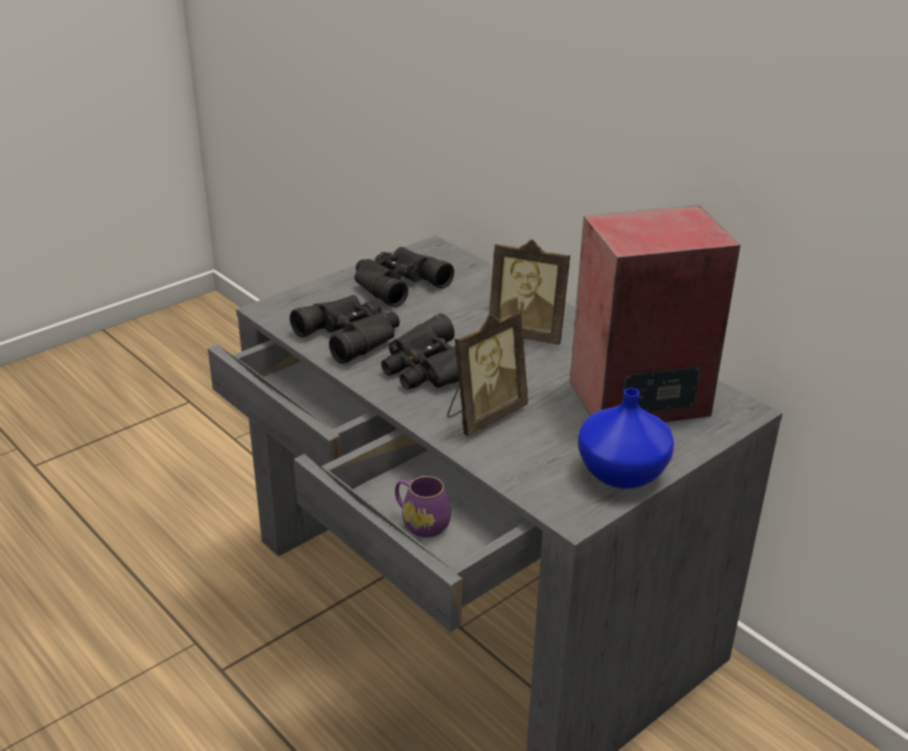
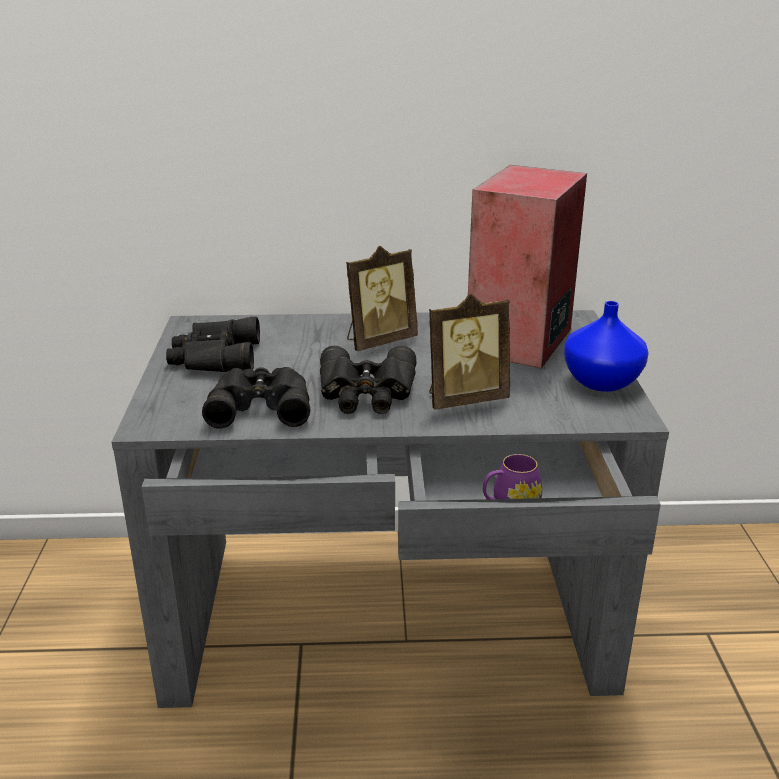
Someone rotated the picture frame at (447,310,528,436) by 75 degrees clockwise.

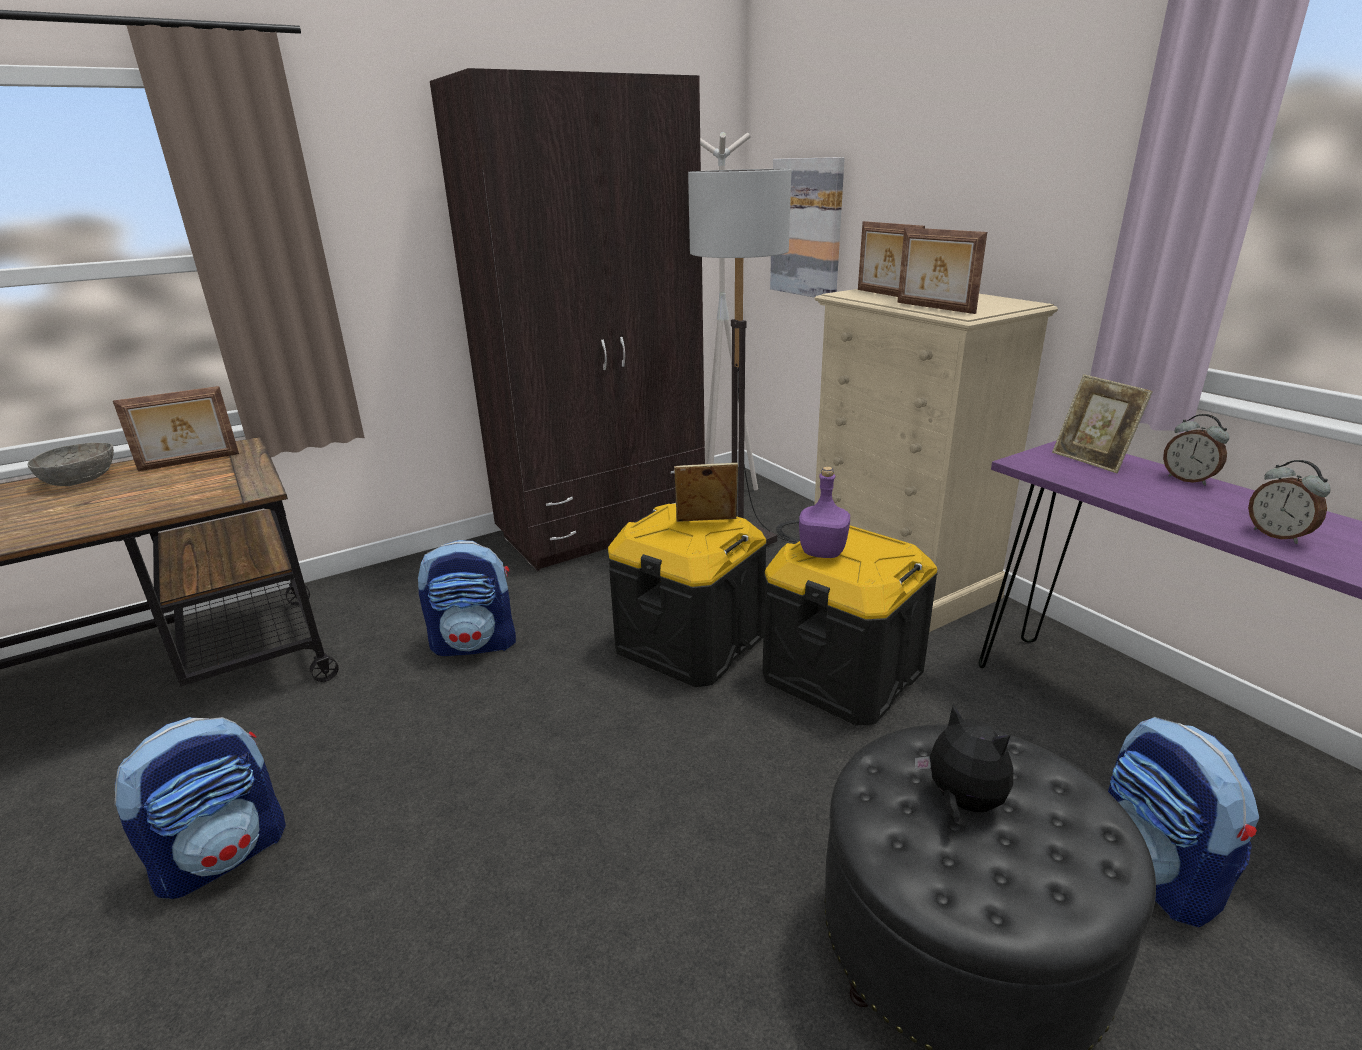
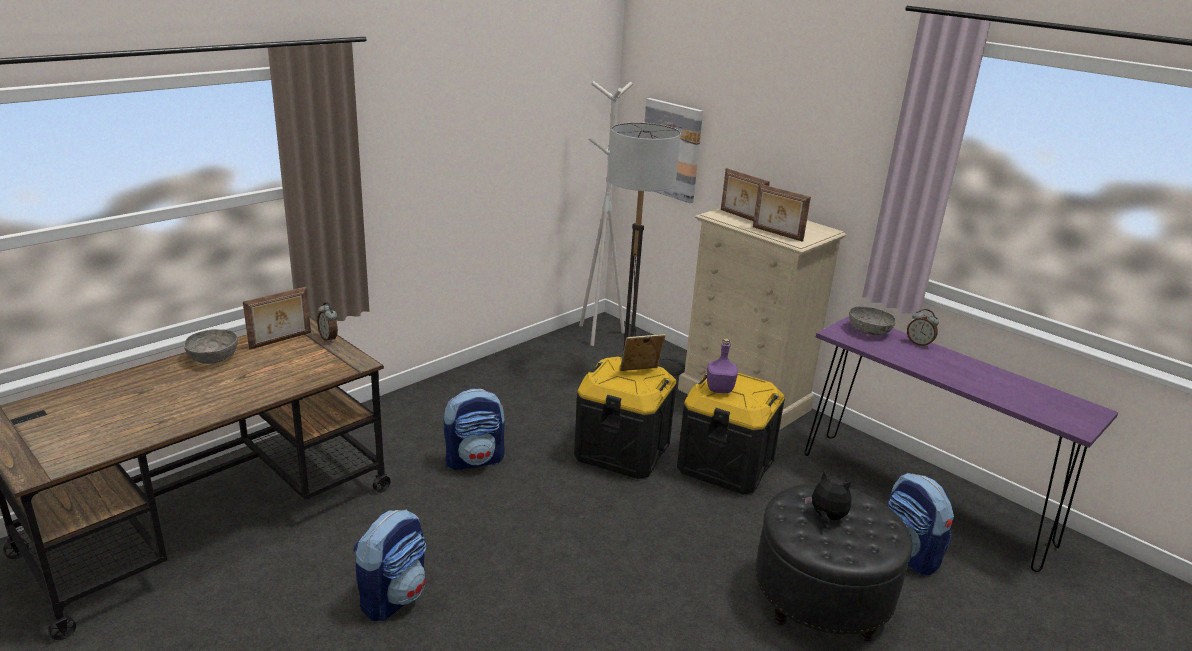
Someone took away the wardrobe in brown at (430,68,705,571). Someone swapped the picture frame at (1052,374,1153,473) for the bowl in grey at (849,306,896,335). Someone carried the alarm clock from (1248,460,1331,544) to (317,302,338,343).

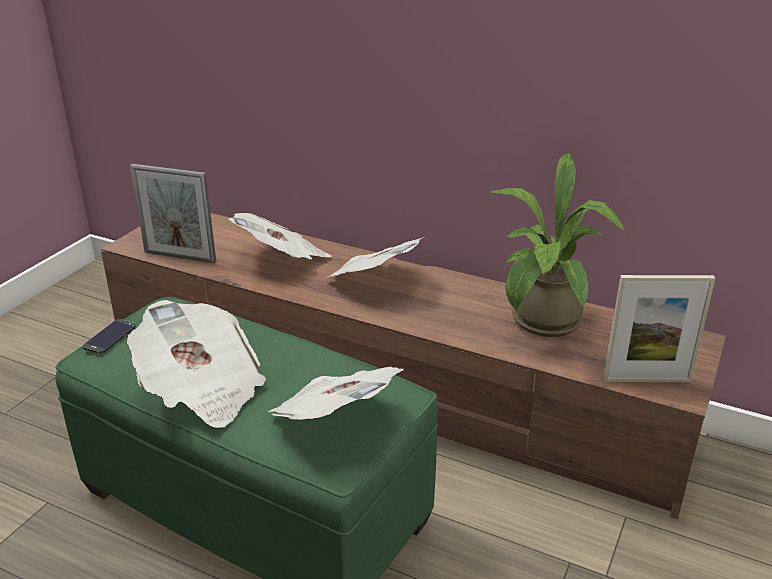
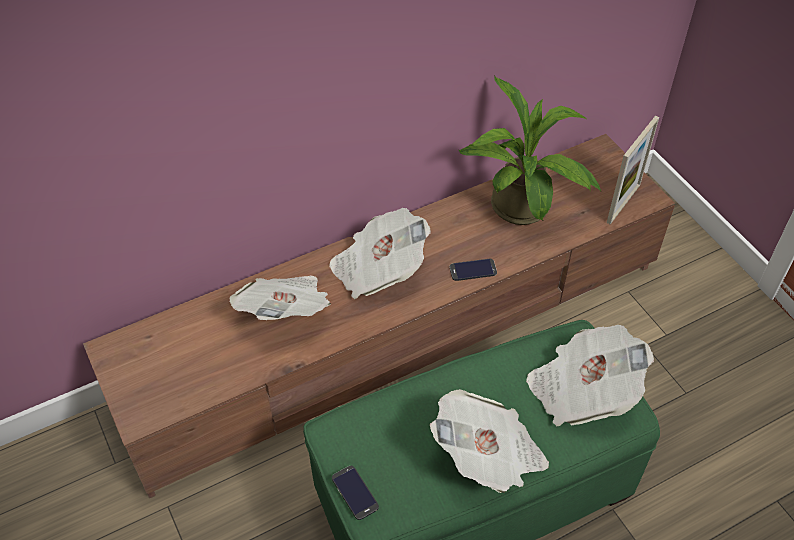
Someone took away the picture frame at (130,164,216,263). Someone put down the phone at (450,259,497,281).

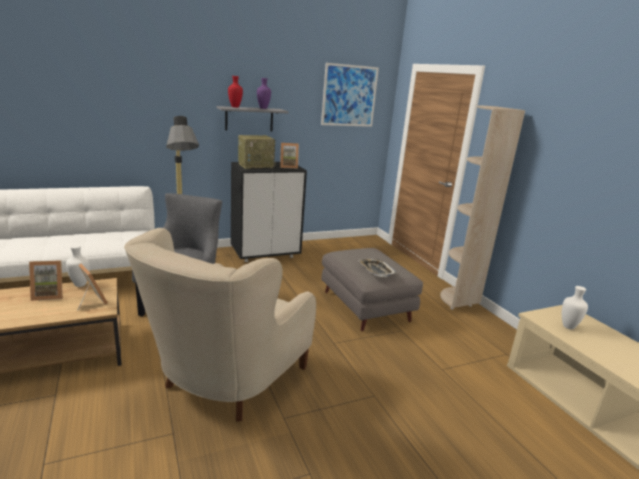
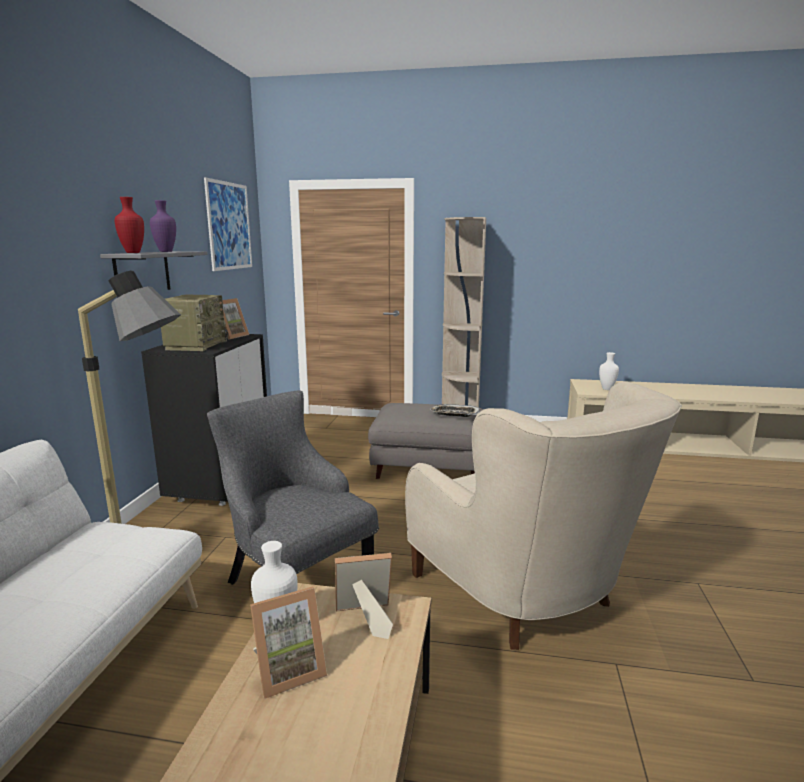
Someone rotated the picture frame at (29,260,63,301) by 45 degrees clockwise.

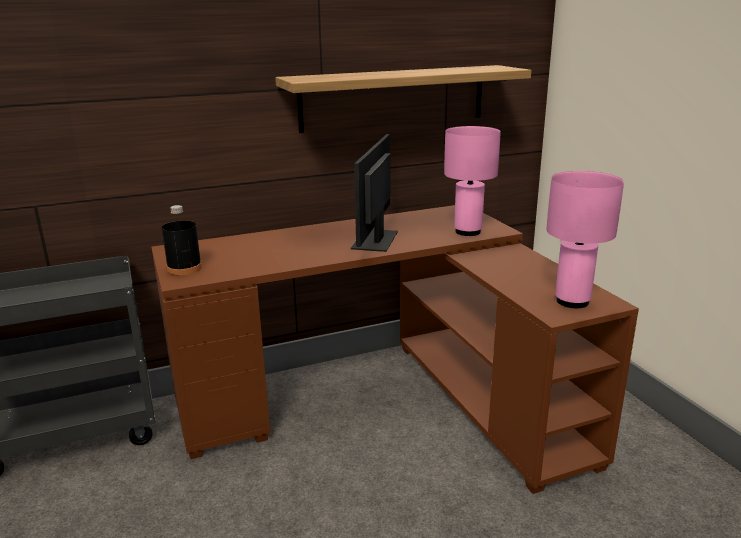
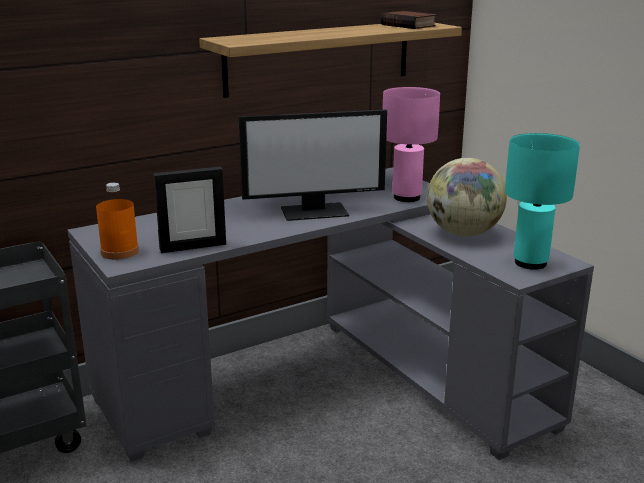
Someone repainted the desk in brown at (151,205,639,494), which became the desk in grey at (67,167,594,462). Someone repainted the bottle in black at (162,205,202,275), which became the bottle in orange at (96,183,139,260). Someone rotated the monitor at (350,134,398,252) by 105 degrees counterclockwise. Someone repainted the table lamp in pink at (547,171,624,308), which became the table lamp in turquoise at (505,133,580,270). Someone put down the picture frame at (153,167,226,253). Someone put down the book at (381,11,436,29). Someone put down the globe at (427,158,507,236).

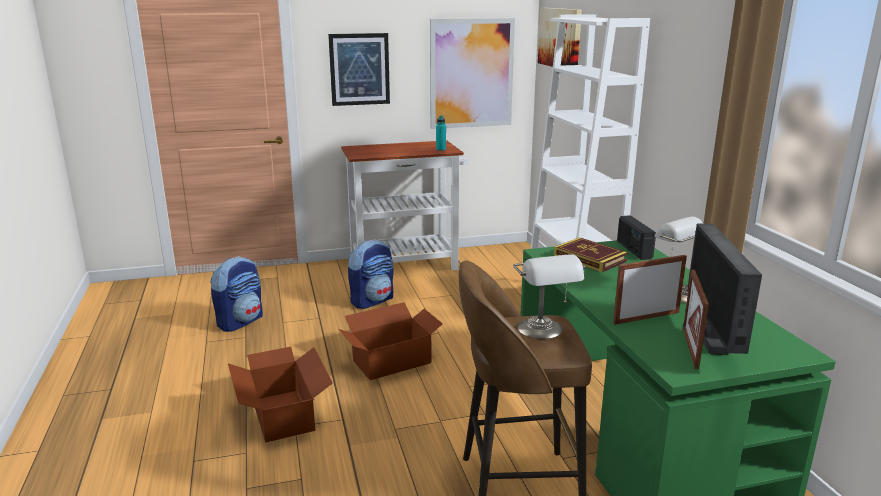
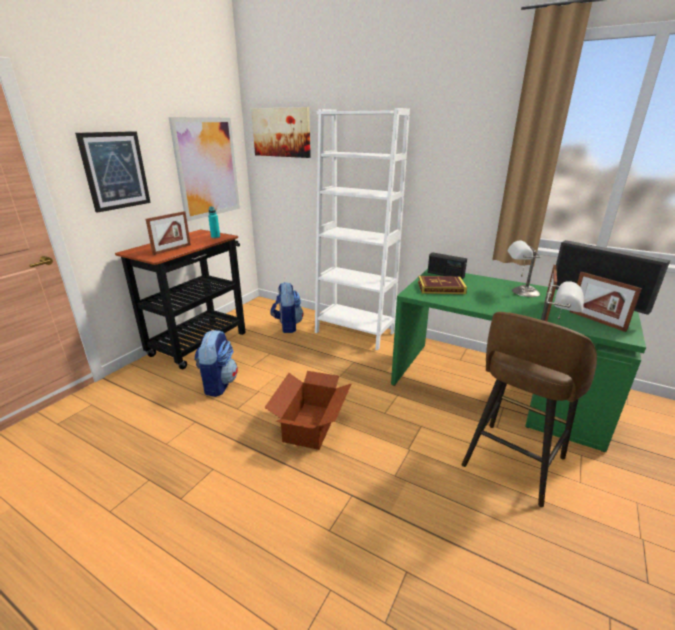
Someone carried the backpack from (210,256,263,332) to (270,282,303,333). Someone took away the cardboard box at (228,347,333,443). Someone repainted the cart in white at (341,141,469,271), which became the cart in black at (115,230,246,369). Someone put down the picture frame at (146,211,191,255).

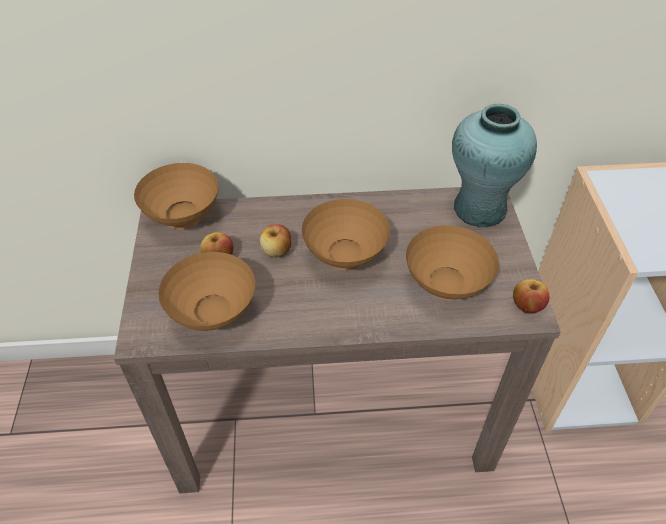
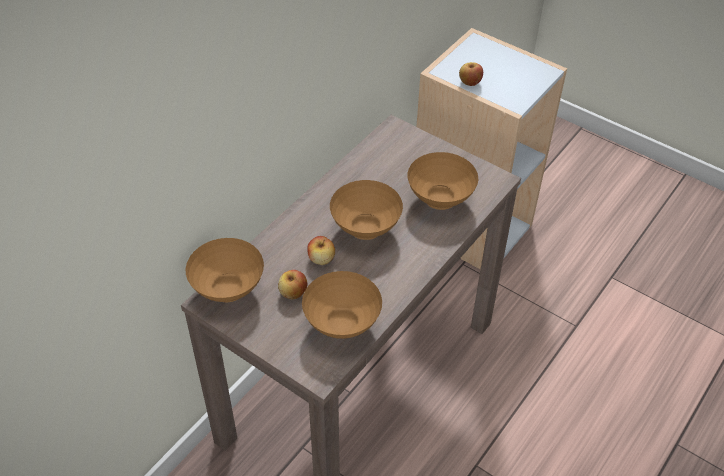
Someone took away the vase in turquoise at (452,104,537,228). Someone carried the apple from (513,279,549,314) to (459,62,483,86).

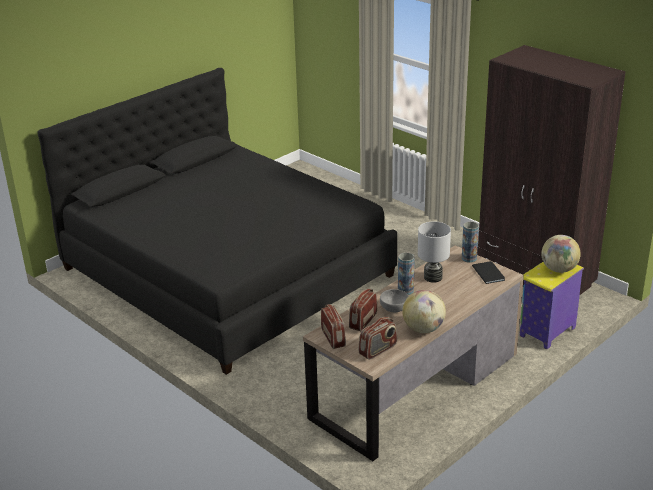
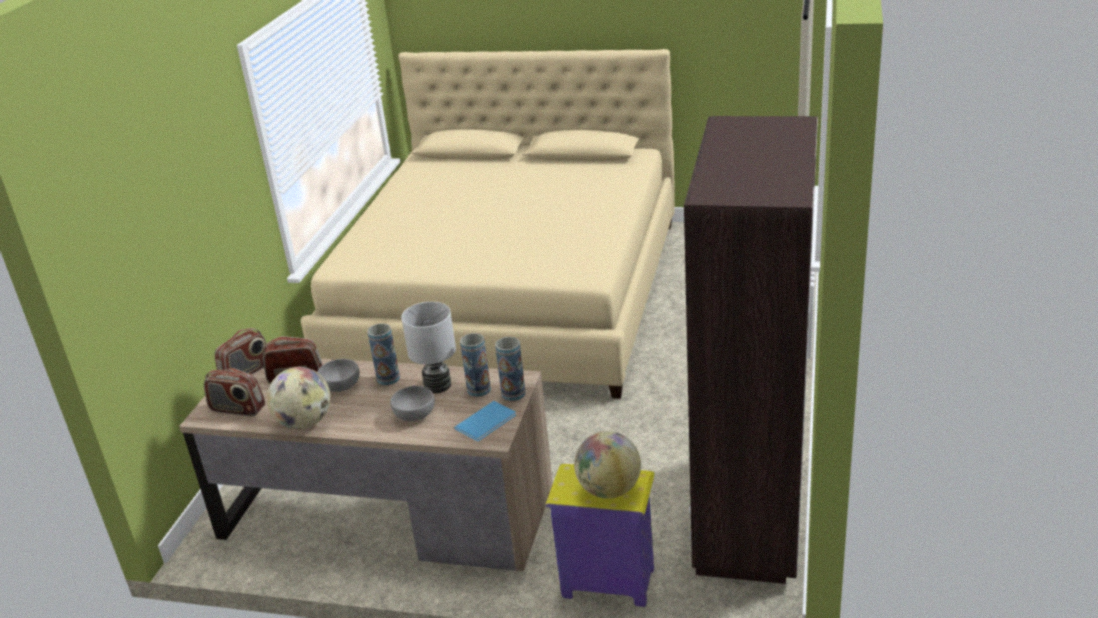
Someone repainted the bed in black at (38,68,397,375), which became the bed in beige at (301,49,675,399). Someone repainted the book in black at (472,261,505,284), which became the book in blue at (454,401,516,442). Someone put down the bowl in grey at (390,386,435,421). Someone put down the vase at (460,333,491,397).

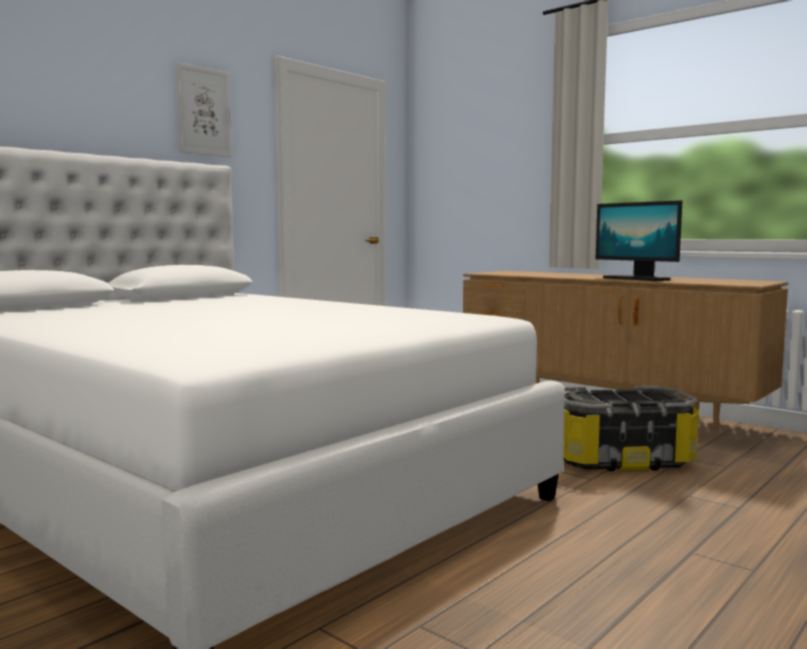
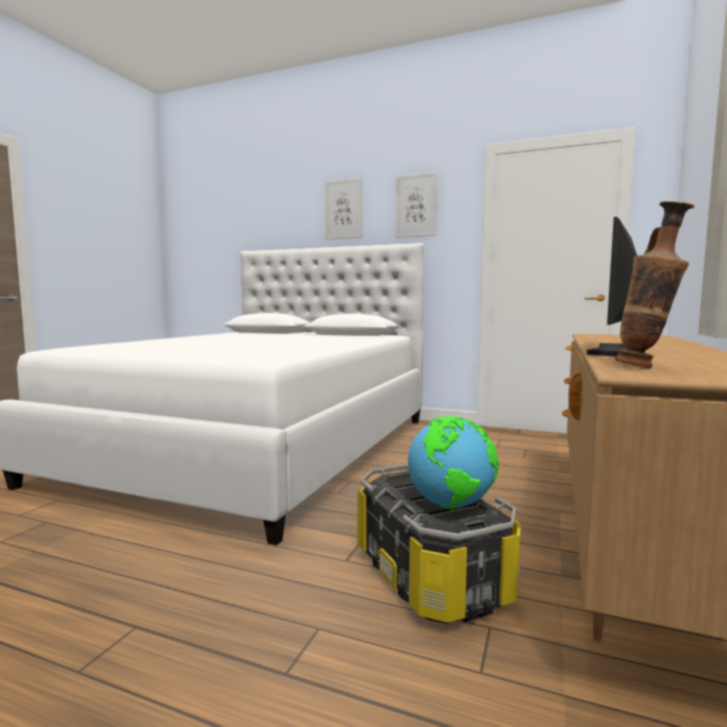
Someone put up the picture at (325,178,362,240). Someone put down the globe at (408,416,499,510). Someone put down the vase at (615,201,695,368).

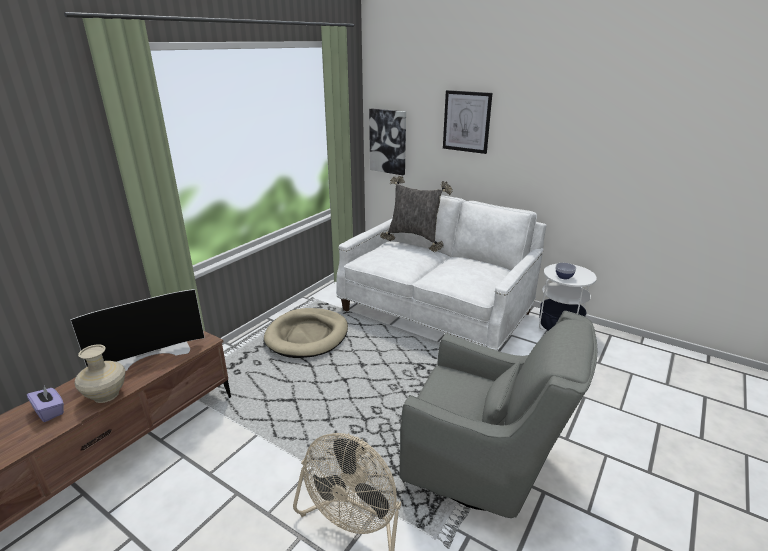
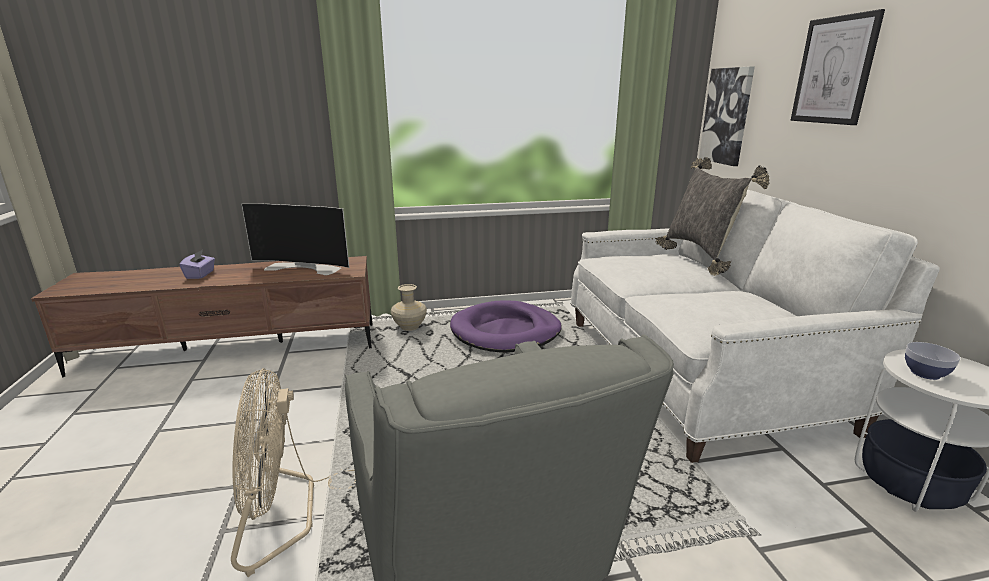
Someone carried the vase in beige from (74,344,125,403) to (391,284,427,331). Someone repainted the dog bed in beige at (264,308,348,358), which became the dog bed in purple at (450,300,562,352).

